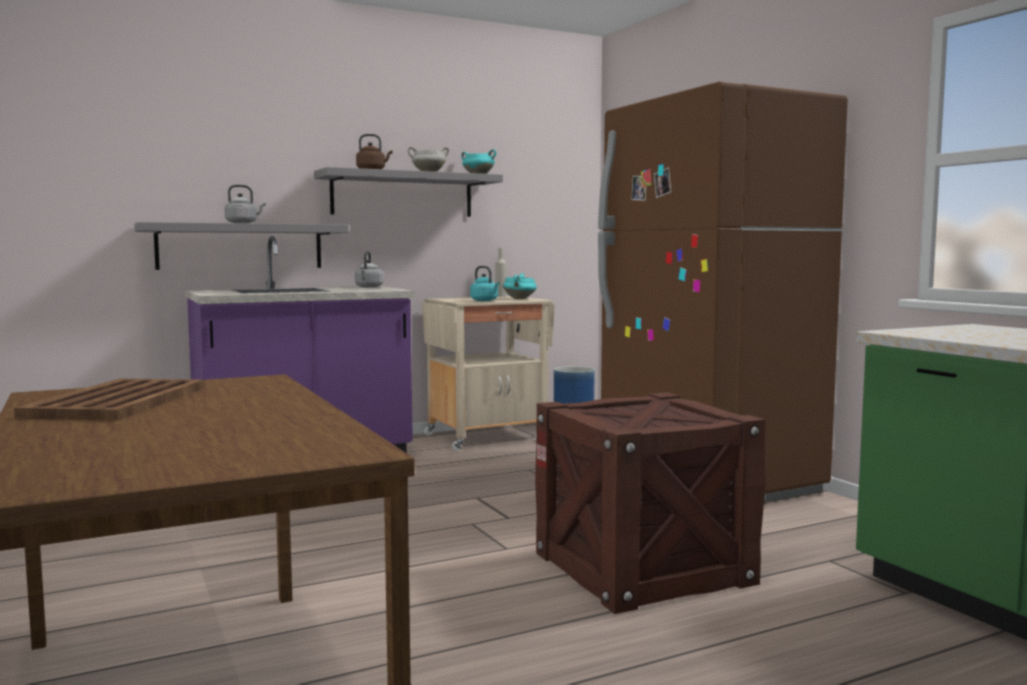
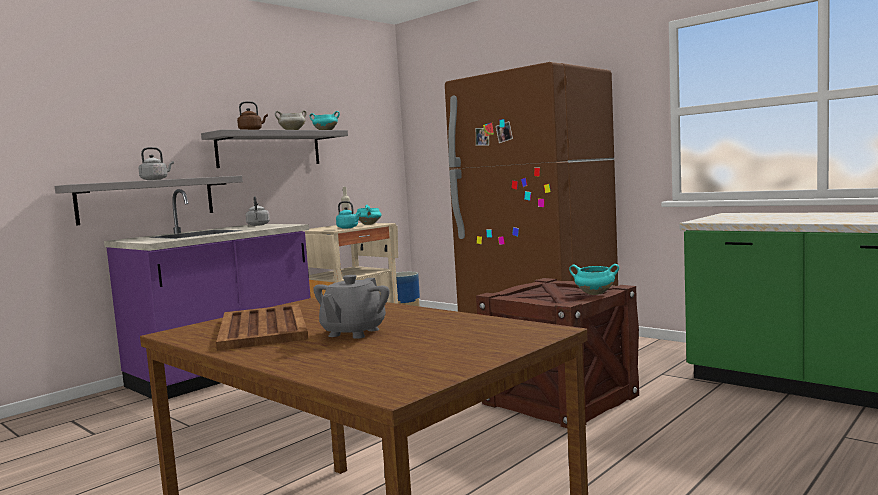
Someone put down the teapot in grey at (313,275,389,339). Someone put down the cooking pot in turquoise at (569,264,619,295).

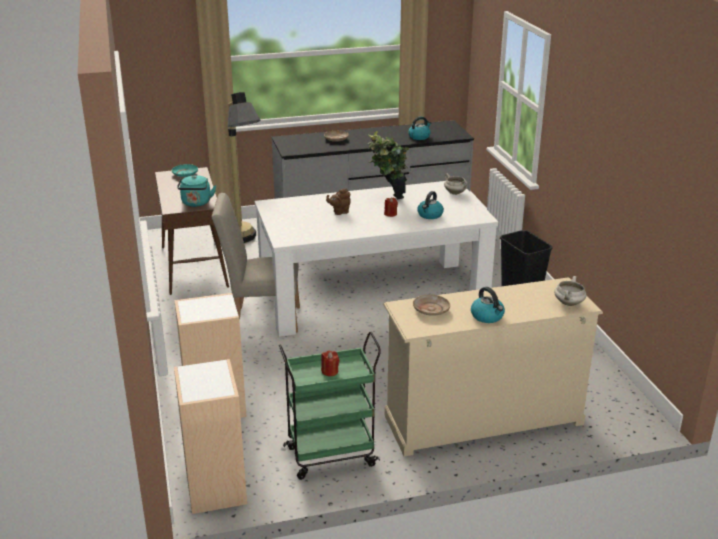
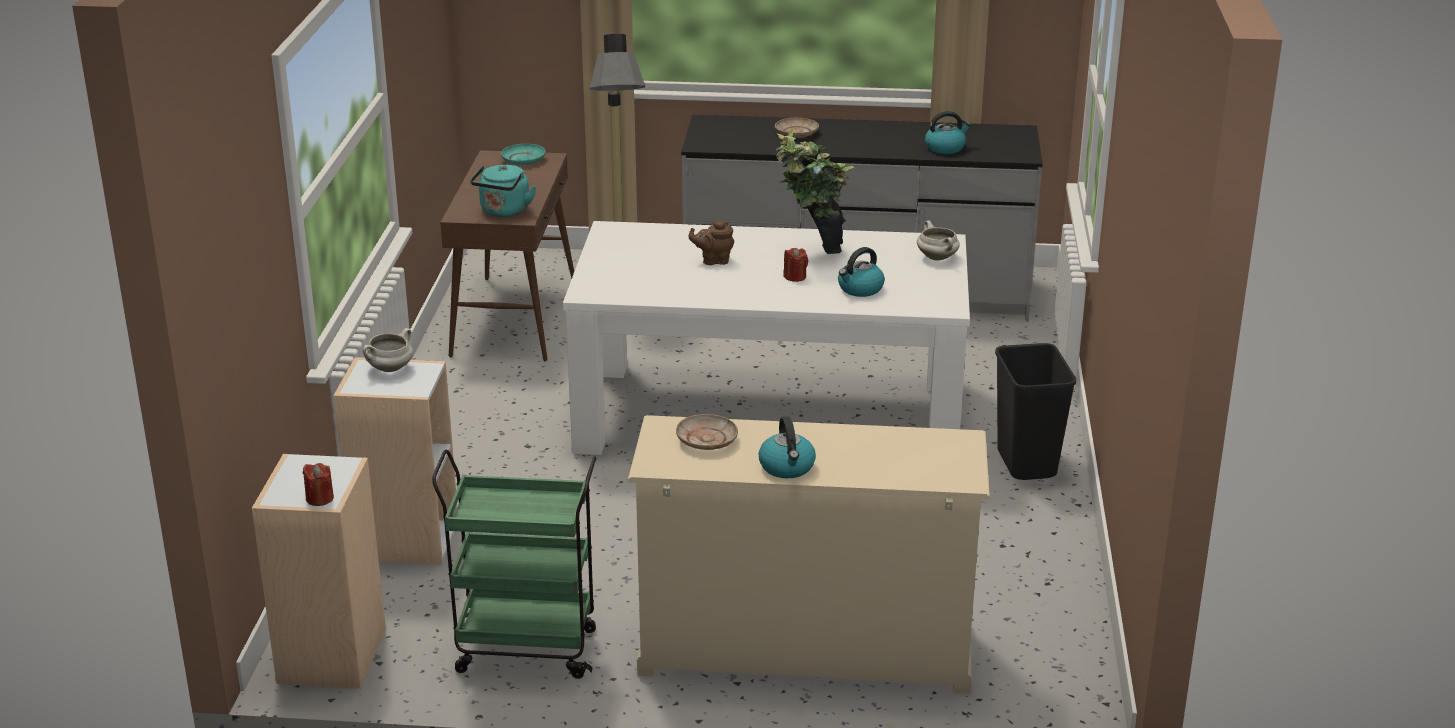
Someone took away the chair in beige at (212,193,300,332). Someone carried the candle in red from (321,350,339,376) to (303,463,334,506). Someone carried the cooking pot in white from (554,276,586,306) to (362,328,413,372).

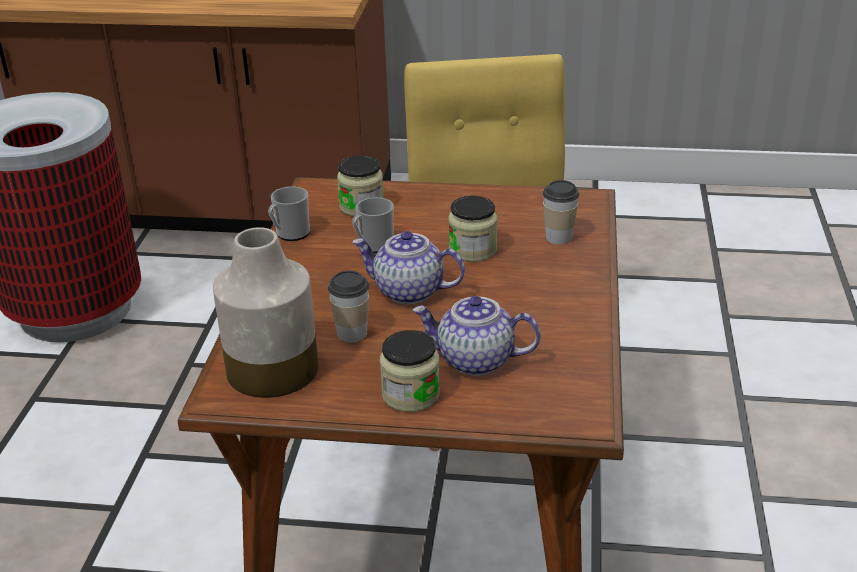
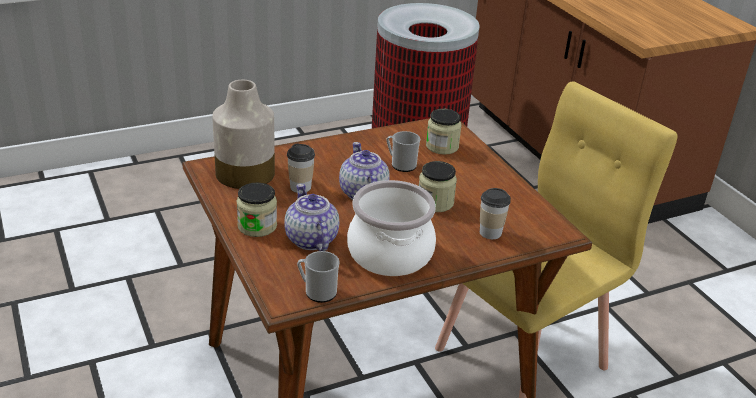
Someone carried the mug from (268,186,310,241) to (297,251,340,303). Someone put down the cooking pot at (347,180,436,276).

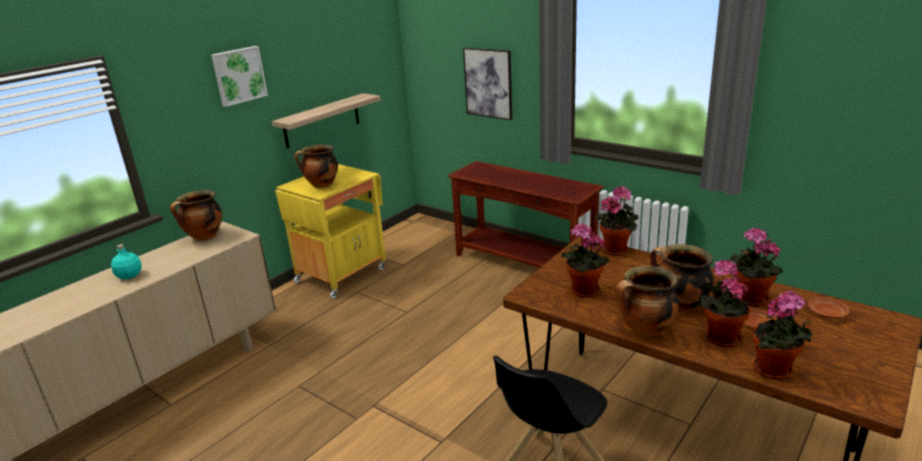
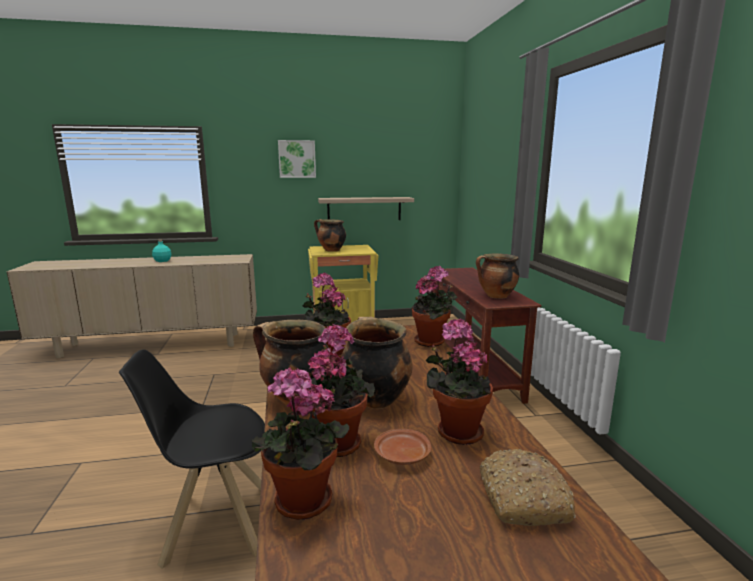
Someone carried the cooking pot from (170,190,222,241) to (476,254,519,299). Someone took away the picture at (463,48,512,120). Someone swapped the plate in brown at (807,297,849,319) for the bread at (480,449,576,526).

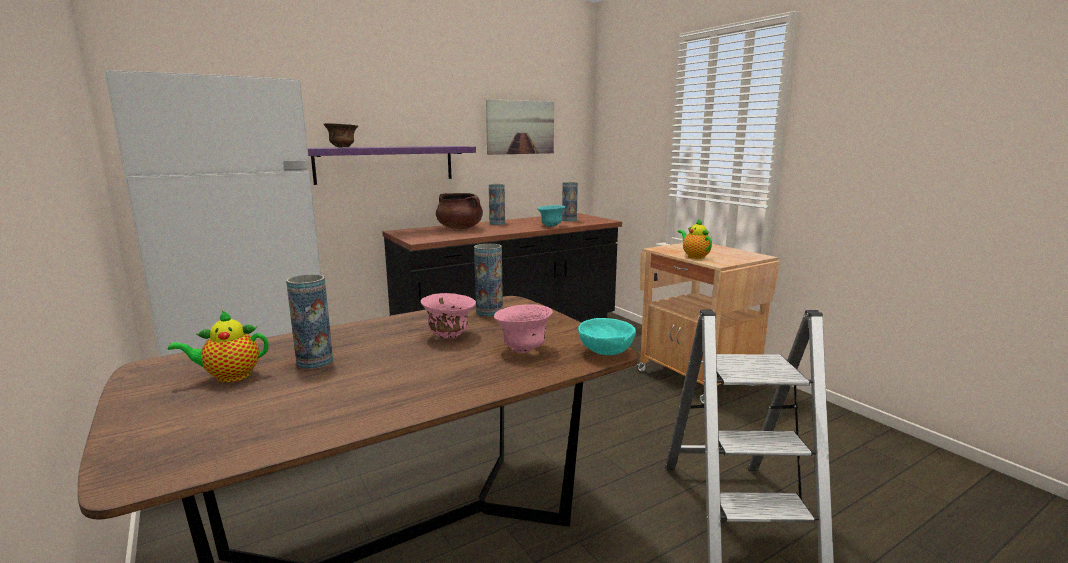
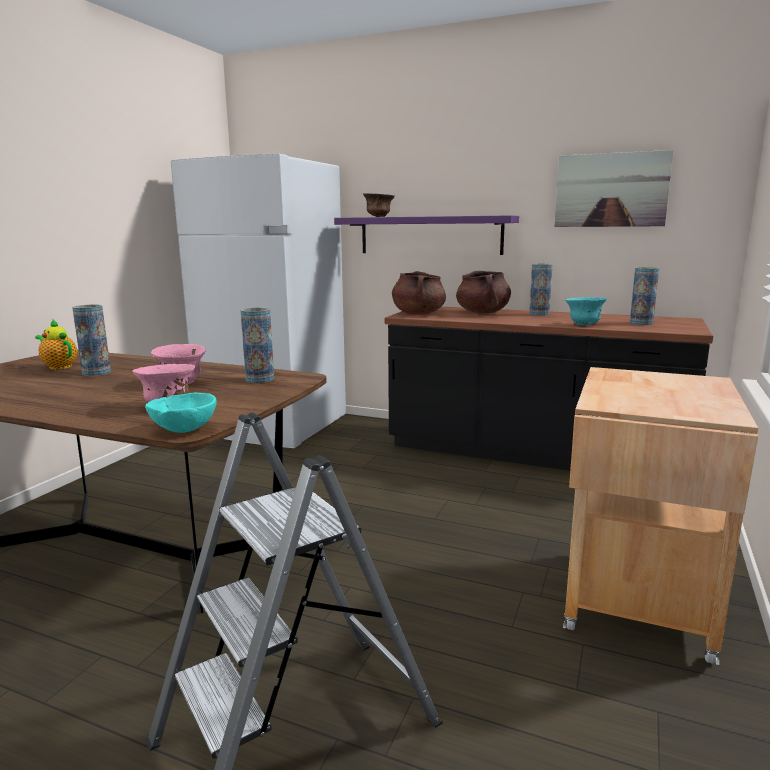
Someone took away the teapot at (678,219,712,259). Someone put down the cooking pot in brown at (392,271,446,314).

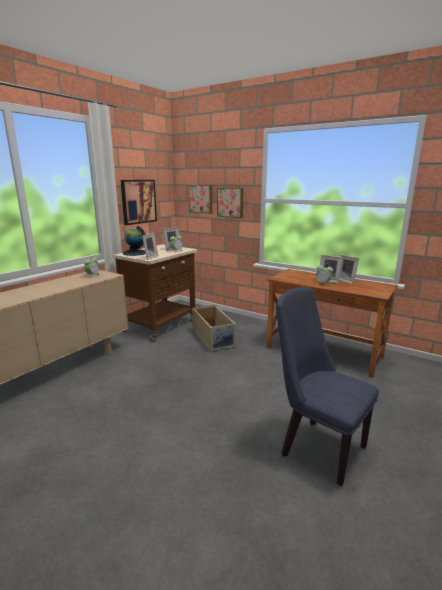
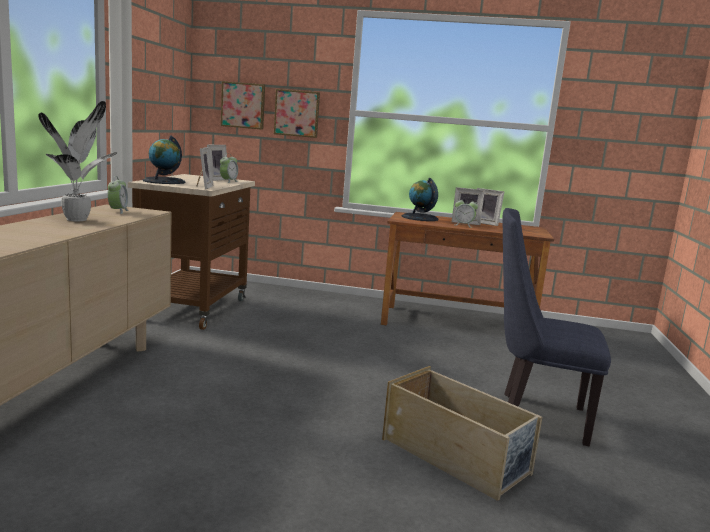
Someone took away the picture at (121,180,157,225). Someone carried the storage box in beige from (192,305,236,352) to (382,366,542,501). Someone put down the potted plant at (38,101,117,221). Someone put down the globe at (402,178,438,221).

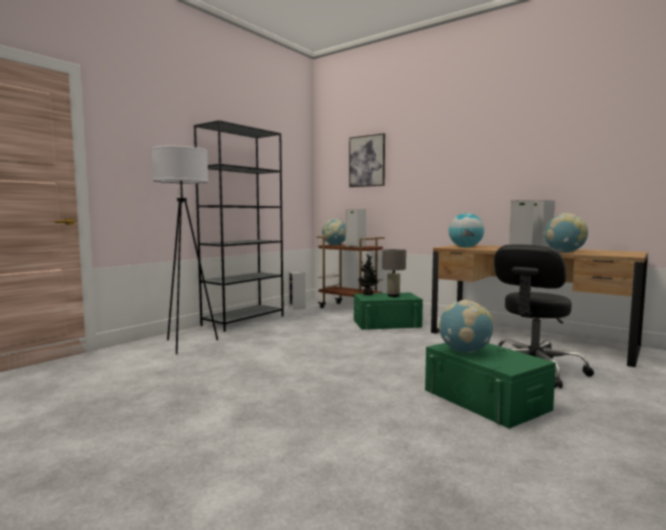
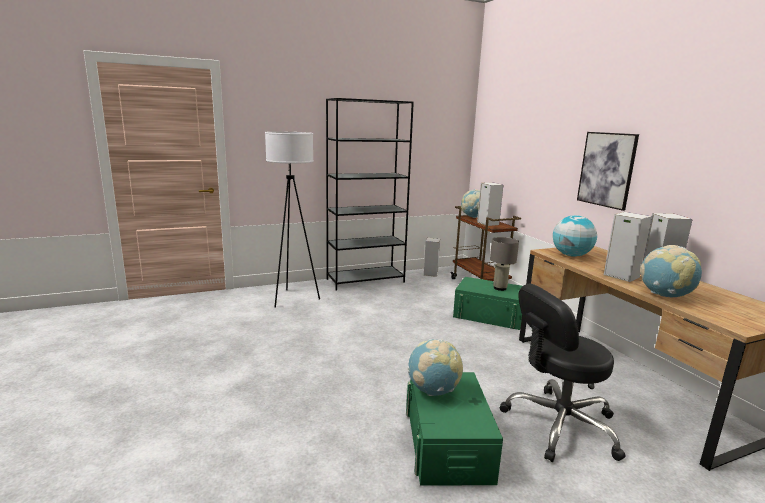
Someone carried the picture from (349,133,385,187) to (577,132,639,211). Someone took away the potted plant at (358,254,378,295).

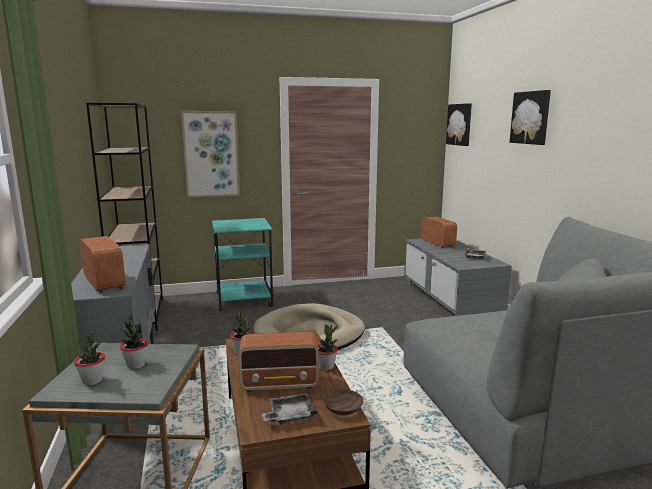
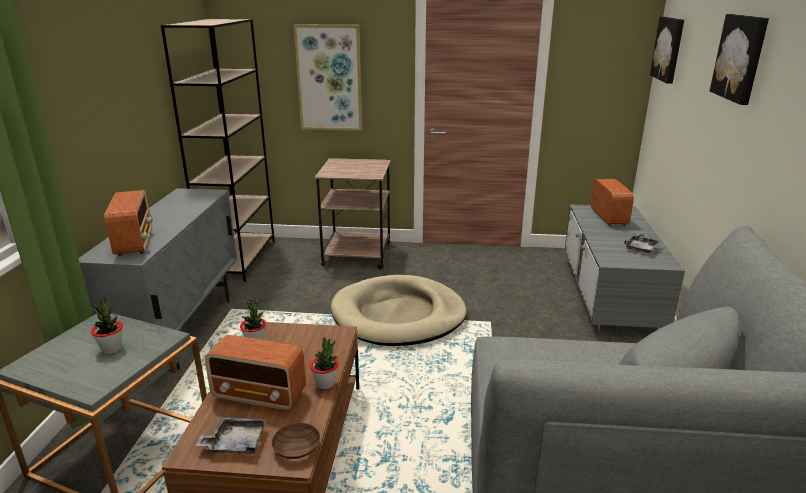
Someone took away the potted plant at (74,330,105,385). Someone repainted the cart in turquoise at (212,218,274,311), which became the cart in brown at (315,158,391,269).

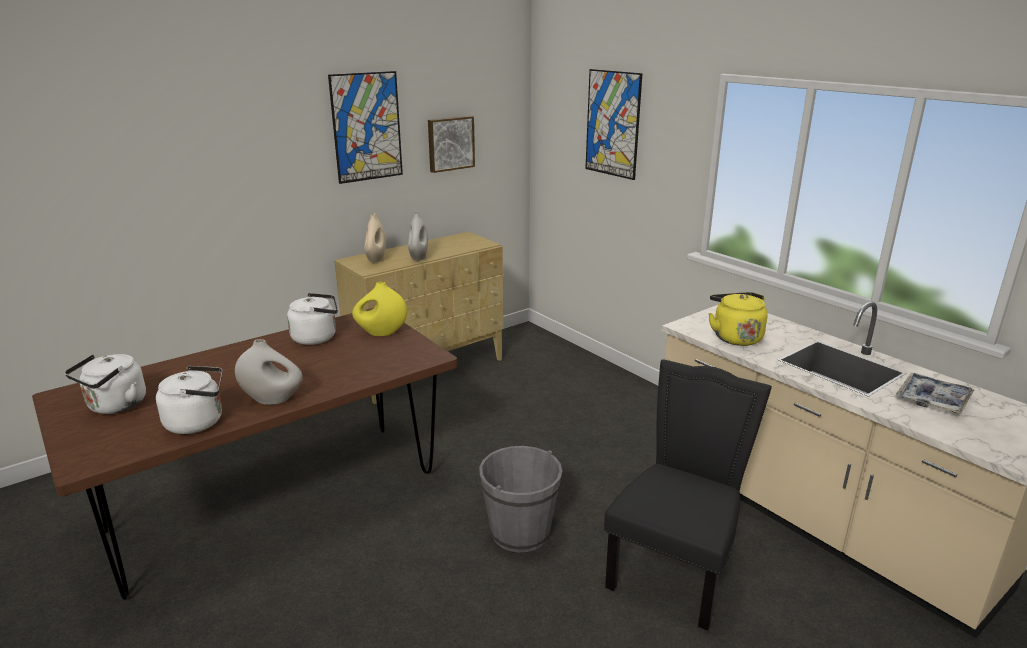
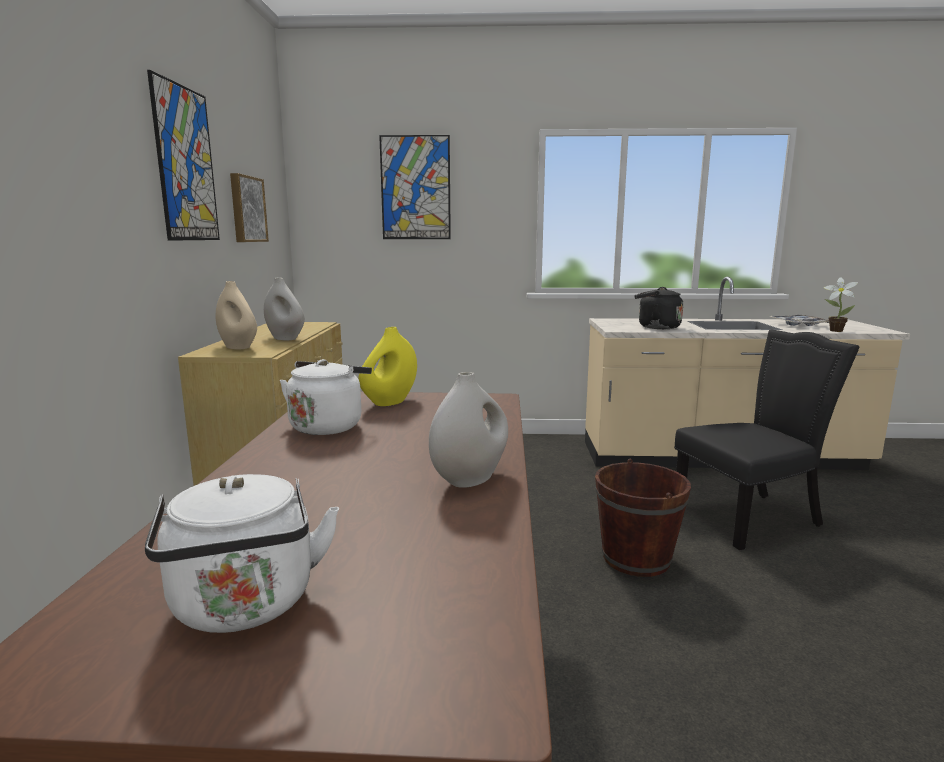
Someone took away the kettle in white at (156,366,223,434). Someone repainted the bucket in grey at (479,446,562,552), which became the bucket in brown at (595,459,691,577). Someone rotated the chair in black at (604,359,772,631) by 90 degrees clockwise. Someone repainted the kettle in yellow at (708,292,768,346), which became the kettle in black at (634,287,683,329). Someone put down the potted plant at (824,277,859,332).

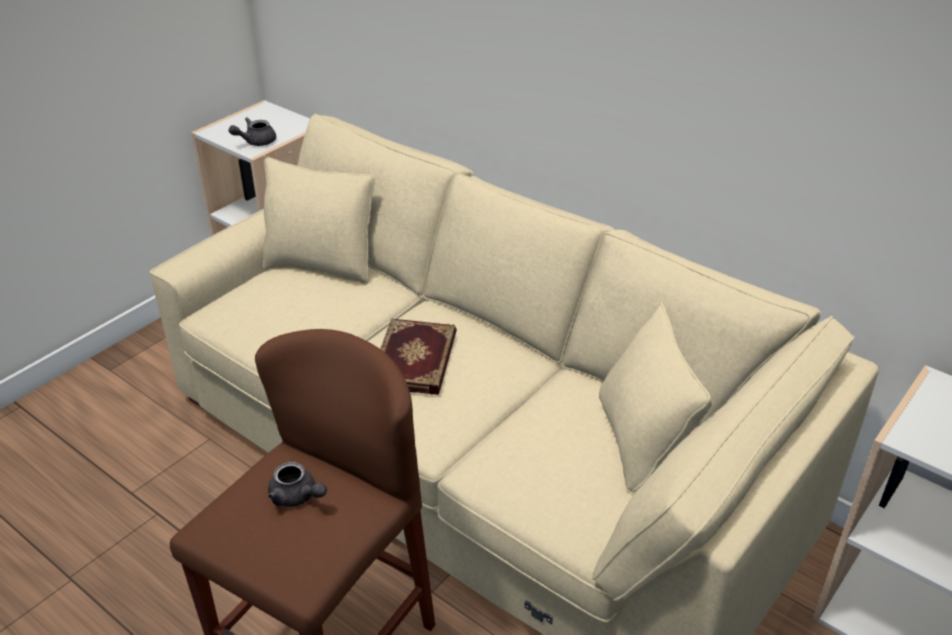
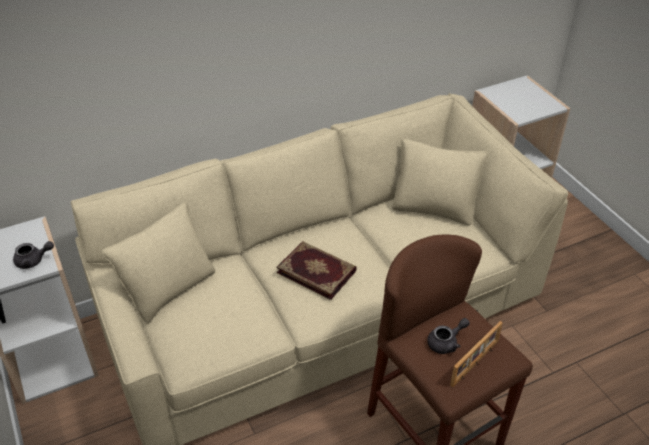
Someone rotated the teapot in grey at (229,117,276,146) by 90 degrees counterclockwise. Someone put down the picture frame at (450,321,503,387).

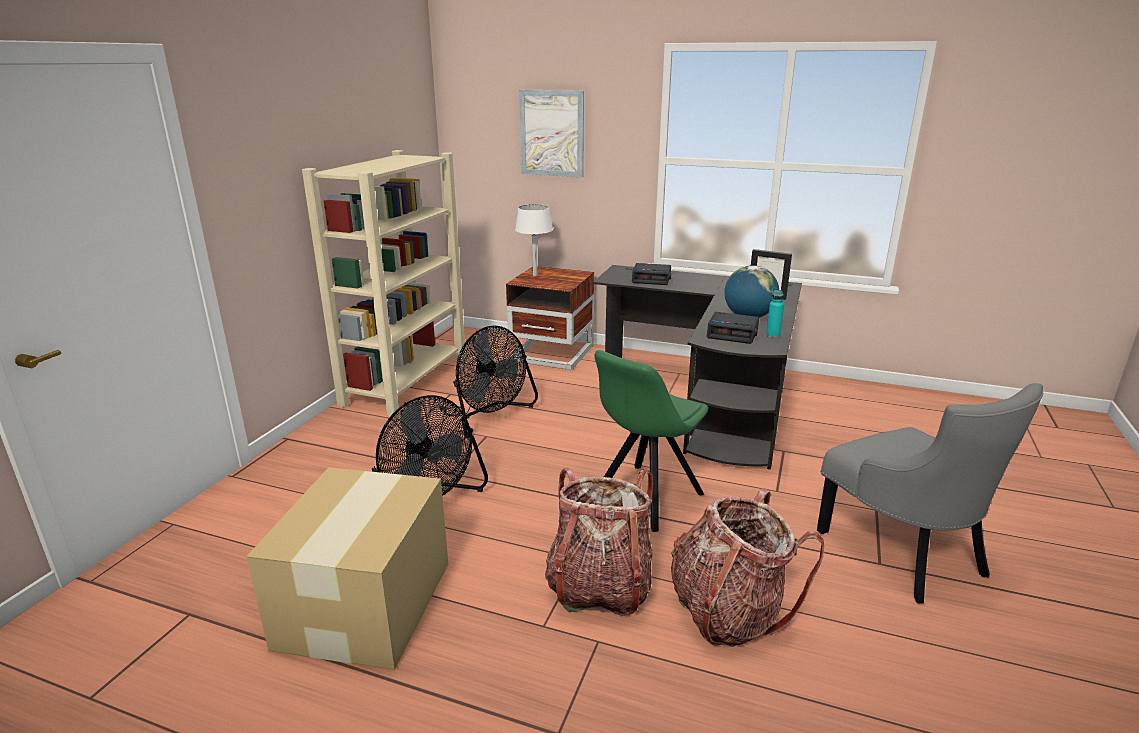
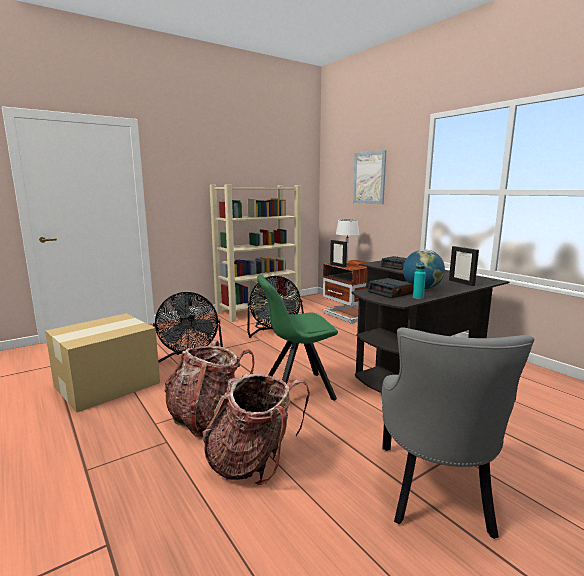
Someone put down the picture frame at (330,240,347,268).

